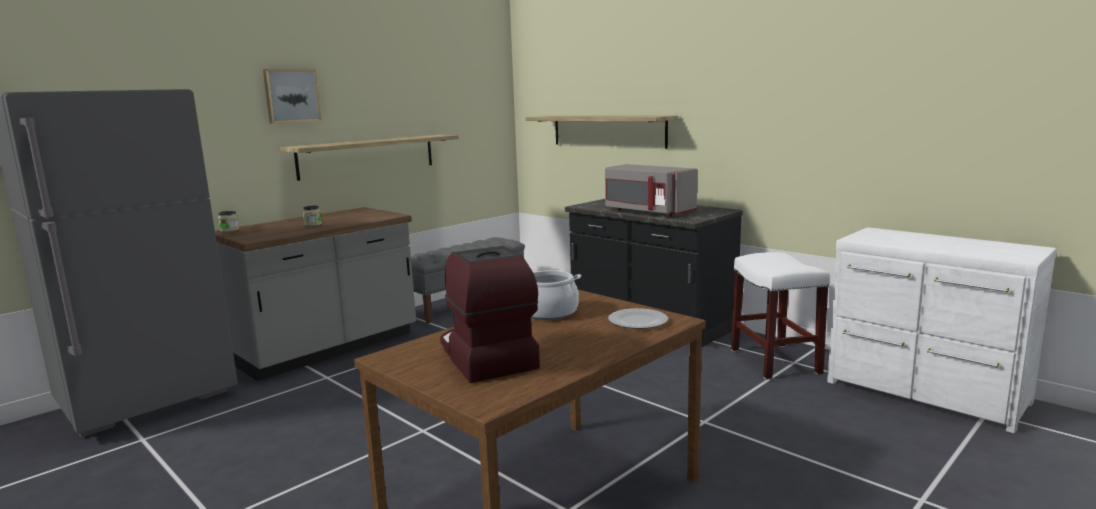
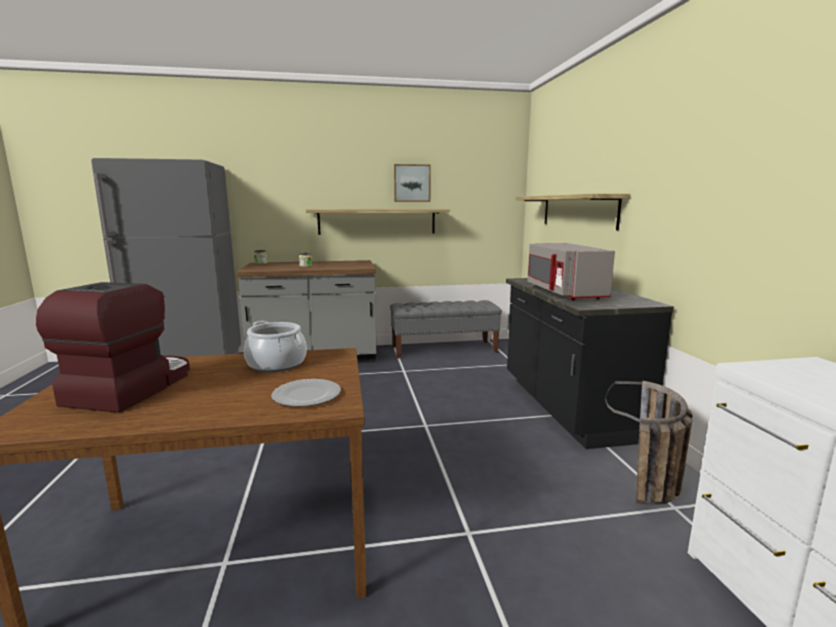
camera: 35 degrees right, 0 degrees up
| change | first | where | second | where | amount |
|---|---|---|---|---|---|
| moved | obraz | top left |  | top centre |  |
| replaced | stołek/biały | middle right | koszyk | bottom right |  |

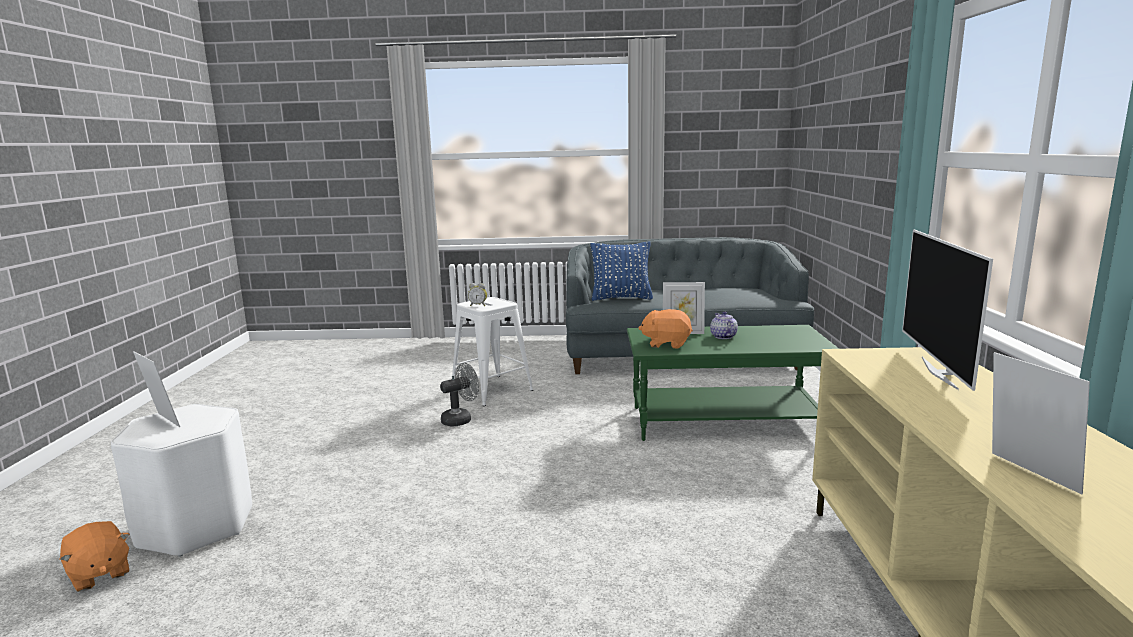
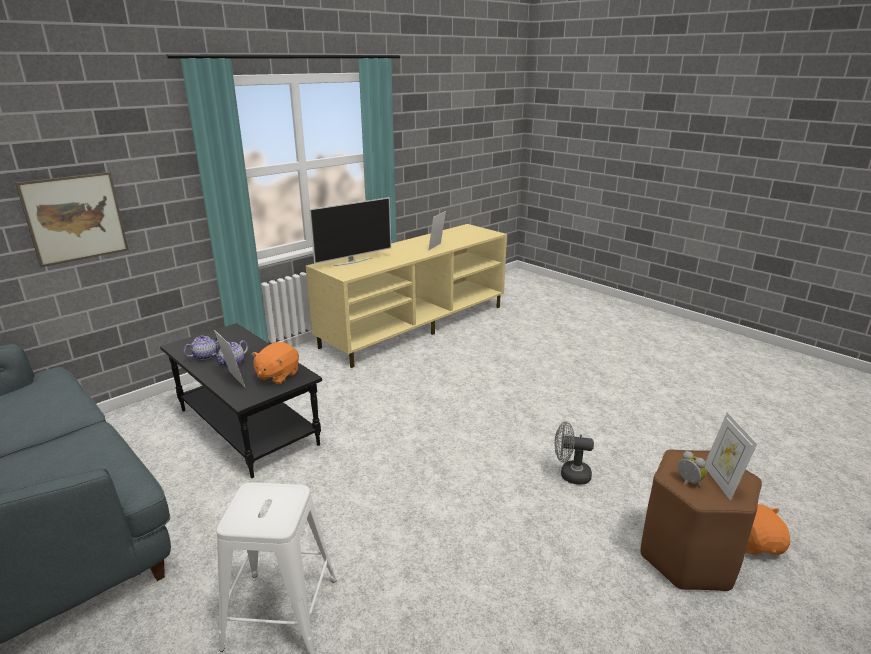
camera: 135 degrees left, 10 degrees up
| change | first | where | second | where | amount |
|---|---|---|---|---|---|
| removed | poduszka/niebieski | centre |  |  |  |
| moved | budzik | centre |  | bottom right |  |
| turned | pluszak/pomarańczowy (2nd from left in the first image) | centre | pluszak/pomarańczowy (1st from left) | middle left | 60 degrees clockwise |
| recoloured | ława/zielony | centre | ława/czarny | middle left |  |
| moved | wentylator/szary | centre |  | bottom centre |  |
| recoloured | stołek/biały (1st from left) | bottom left | stołek/brązowy | bottom right |  |
| added |  |  | obraz | middle left |  |
| added |  |  | imbryk (1st from left) | middle left |  |

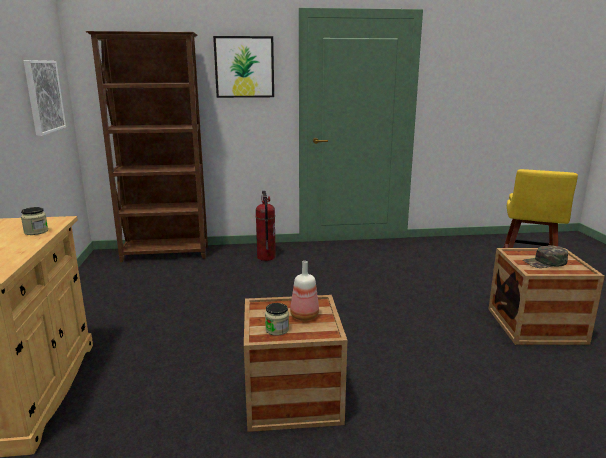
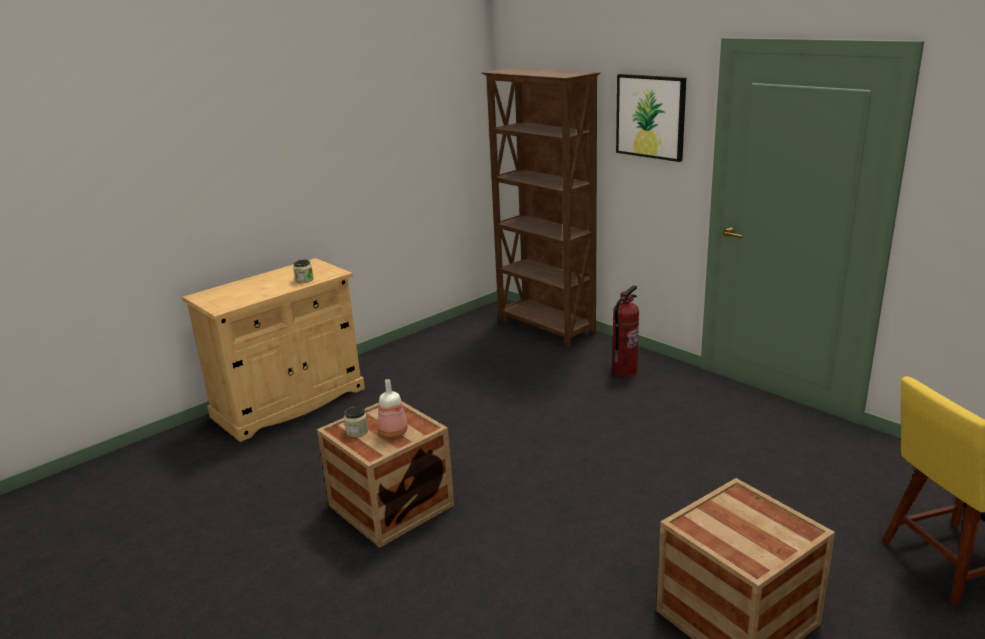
camera: 55 degrees right, 5 degrees up
| change | first | where | second | where | amount |
|---|---|---|---|---|---|
| removed | obraz (1st from left) | top left |  |  |  |
| removed | czapka z daszkiem/zielony | middle right |  |  |  |

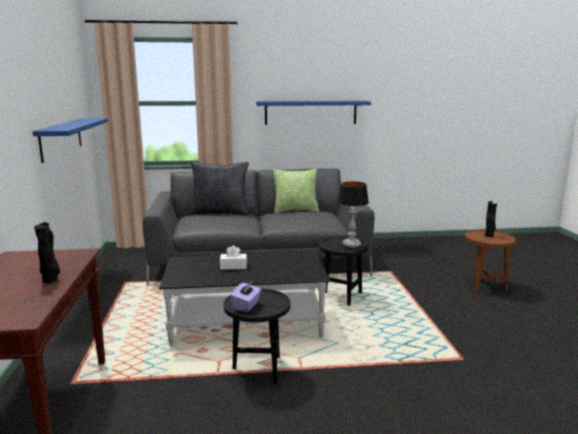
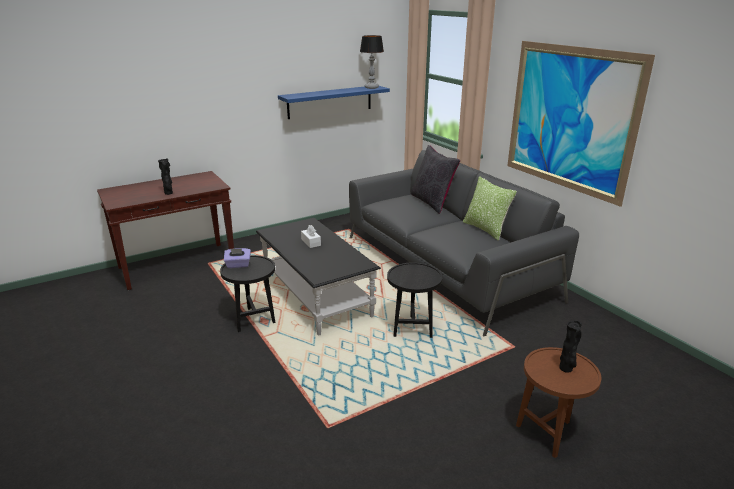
camera: 65 degrees right, 10 degrees up
| change | first | where | second | where | amount |
|---|---|---|---|---|---|
| replaced | półka/niebieski (2nd from left) | top centre | obraz | top right |  |
| moved | lampa stołowa | centre |  | top centre |  |

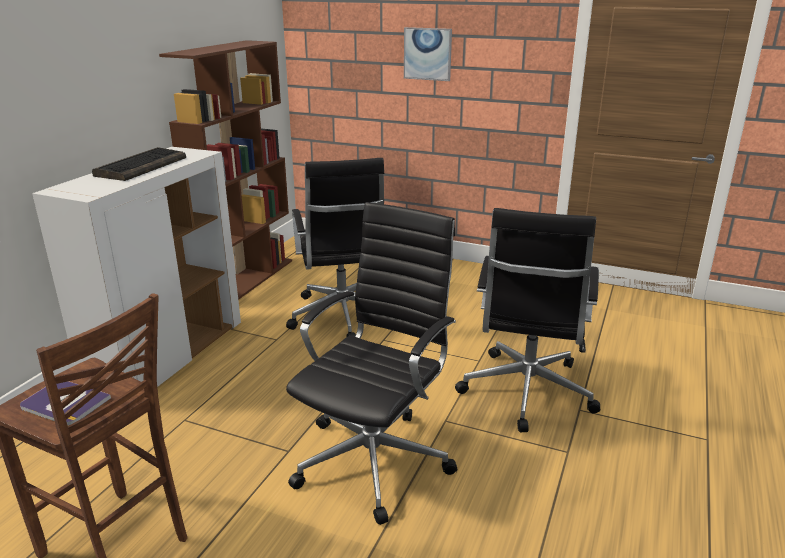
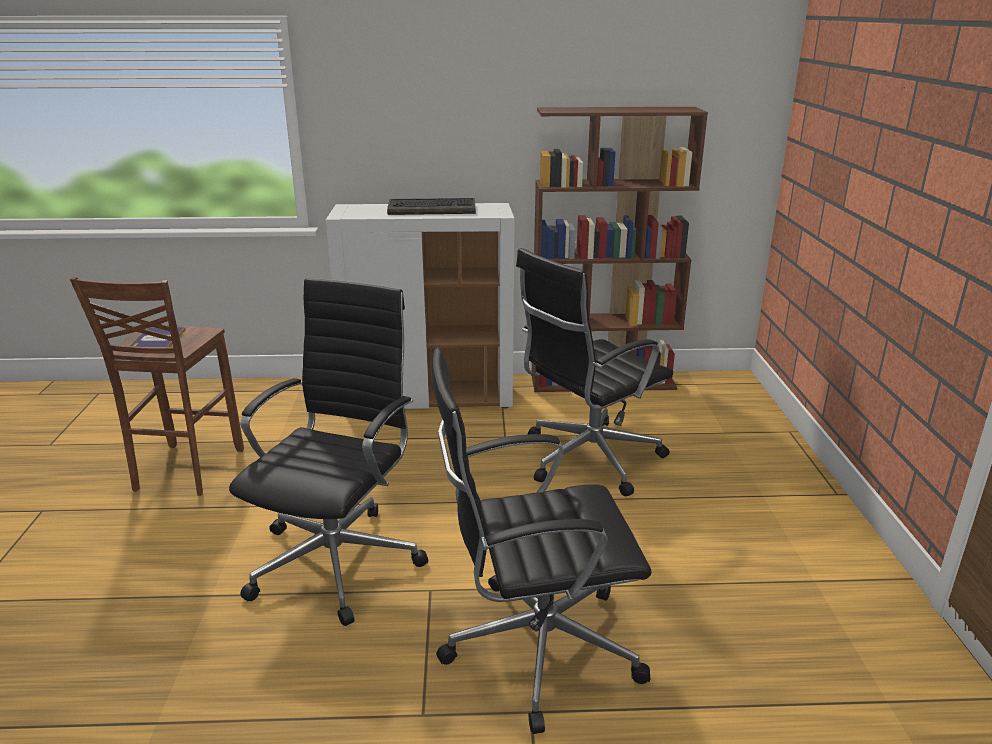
camera: 65 degrees right, 0 degrees up
| change | first | where | second | where | amount |
|---|---|---|---|---|---|
| removed | obraz | top centre |  |  |  |
| turned | krzesło biurowe/czarny (2nd from left in the first image) | centre | krzesło biurowe/czarny (1st from left) | middle left | 75 degrees counterclockwise |

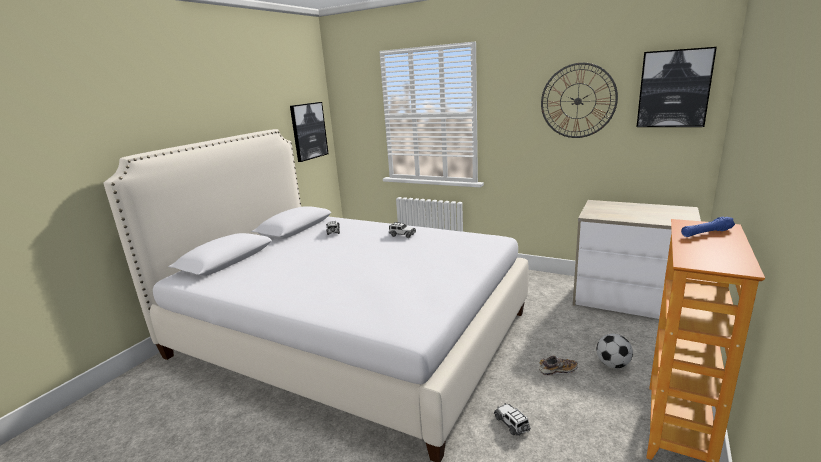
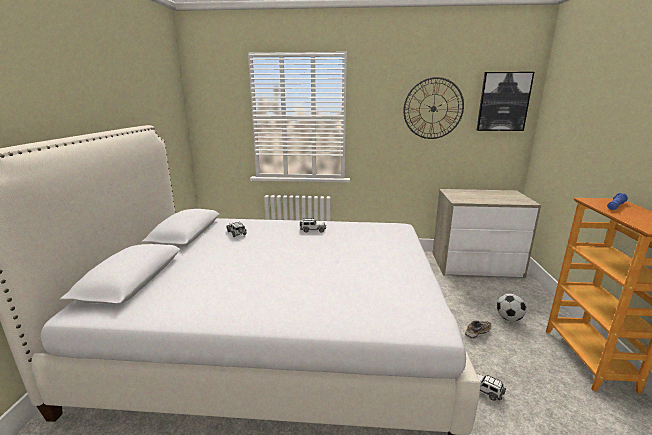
camera: 25 degrees left, 0 degrees up
| change | first | where | second | where | amount |
|---|---|---|---|---|---|
| removed | obraz (1st from left) | top centre |  |  |  |

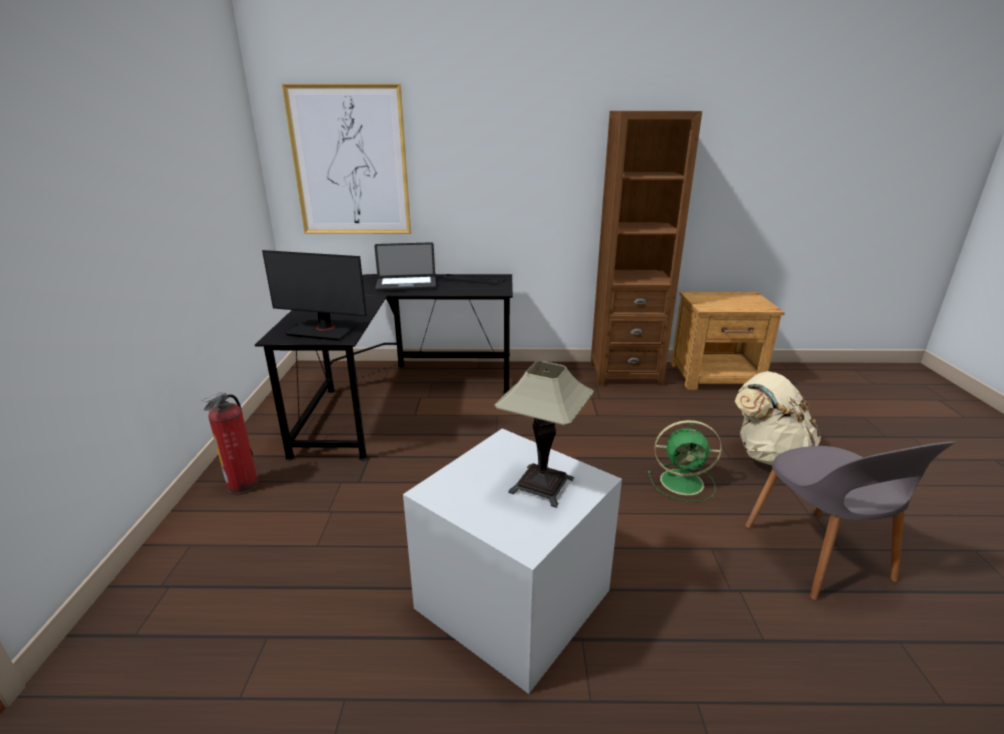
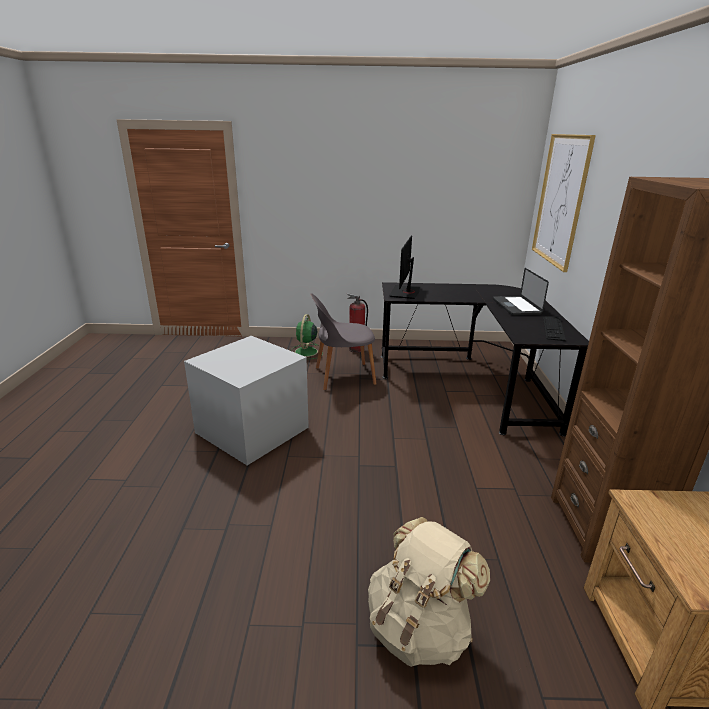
camera: 90 degrees right, 0 degrees up
| change | first | where | second | where | amount |
|---|---|---|---|---|---|
| removed | lampa stołowa | centre |  |  |  |
| moved | wentylator/zielony | middle right |  | centre |  |
| moved | krzesło/szary | bottom right |  | centre |  |

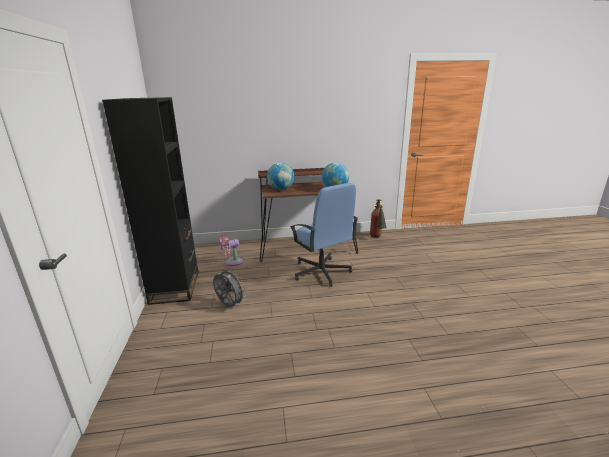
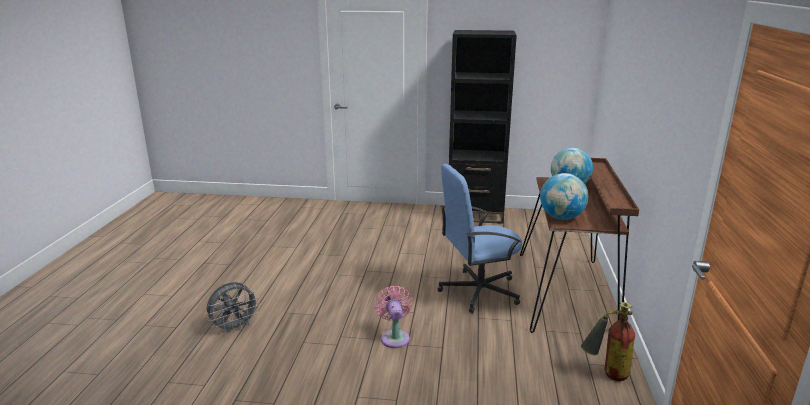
camera: 105 degrees right, 0 degrees up
| change | first | where | second | where | amount |
|---|---|---|---|---|---|
| moved | wentylator/różowy | centre |  | bottom centre |  |
| moved | wentylator/szary | centre |  | bottom left |  |

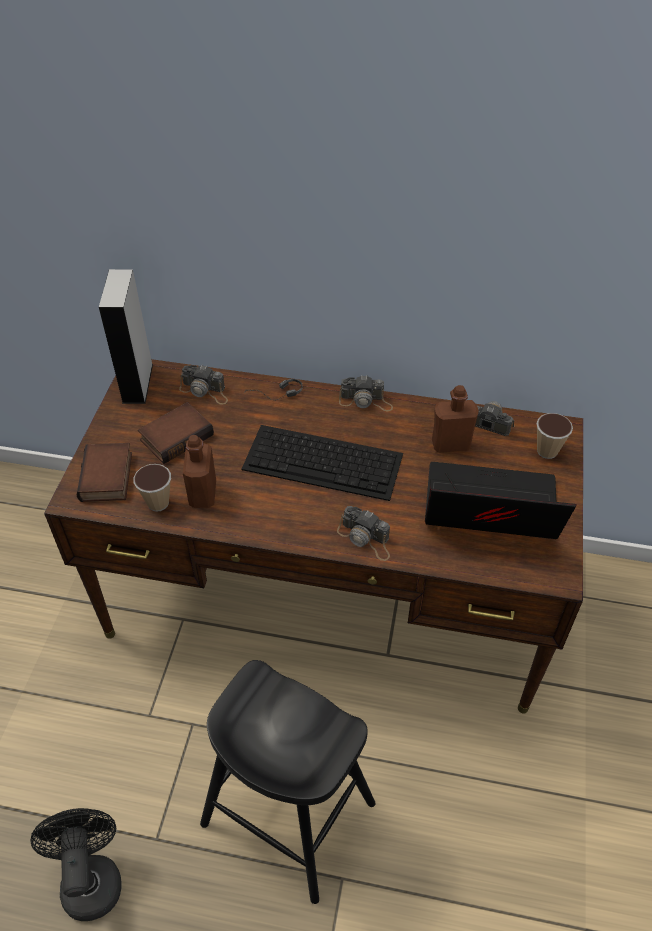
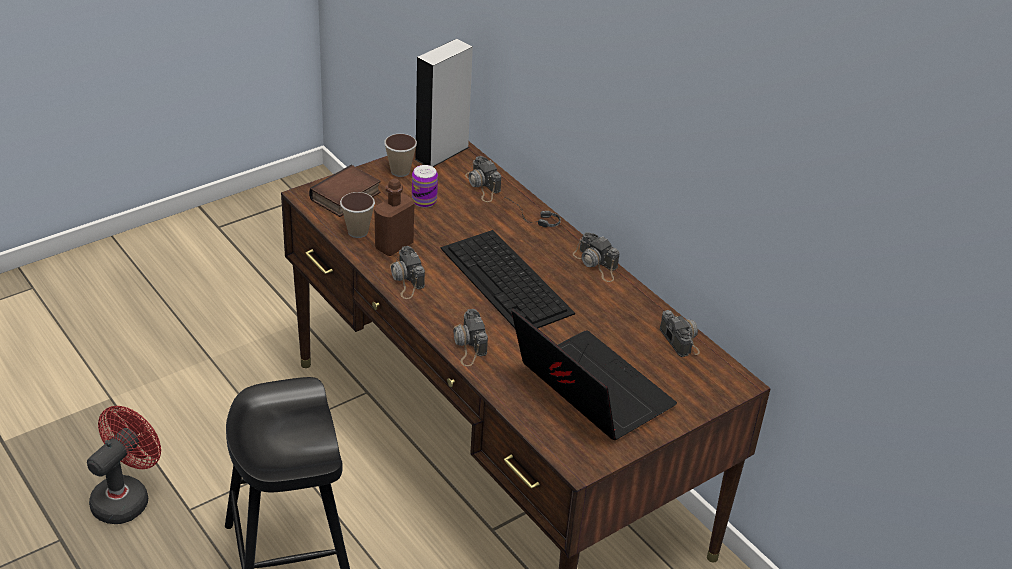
camera: 40 degrees right, 10 degrees down
| change | first | where | second | where | amount |
|---|---|---|---|---|---|
| removed | butelka/brązowy (2nd from left) | middle right |  |  |  |
| replaced | książka (2nd from left) | middle left | puszka | top centre |  |
| moved | filiżanka (2nd from left) | middle right |  | top centre |  |
| recoloured | wentylator/czarny | bottom left | wentylator/czerwony | bottom left |  |
| added |  |  | aparat fotograficzny (1st from left) | centre |  |

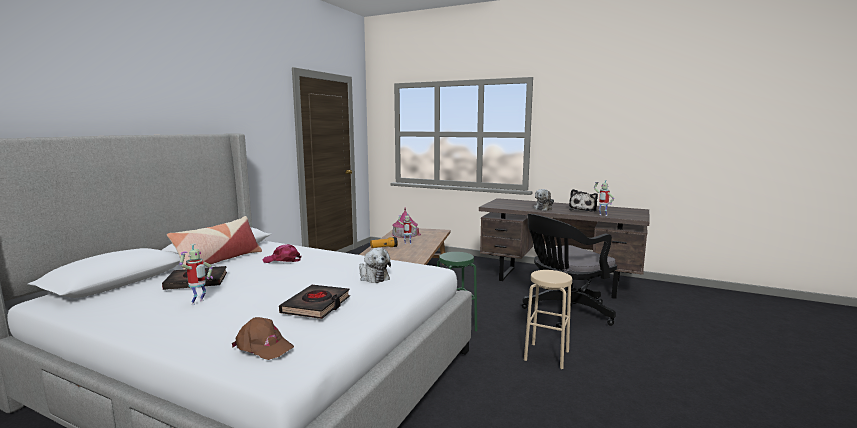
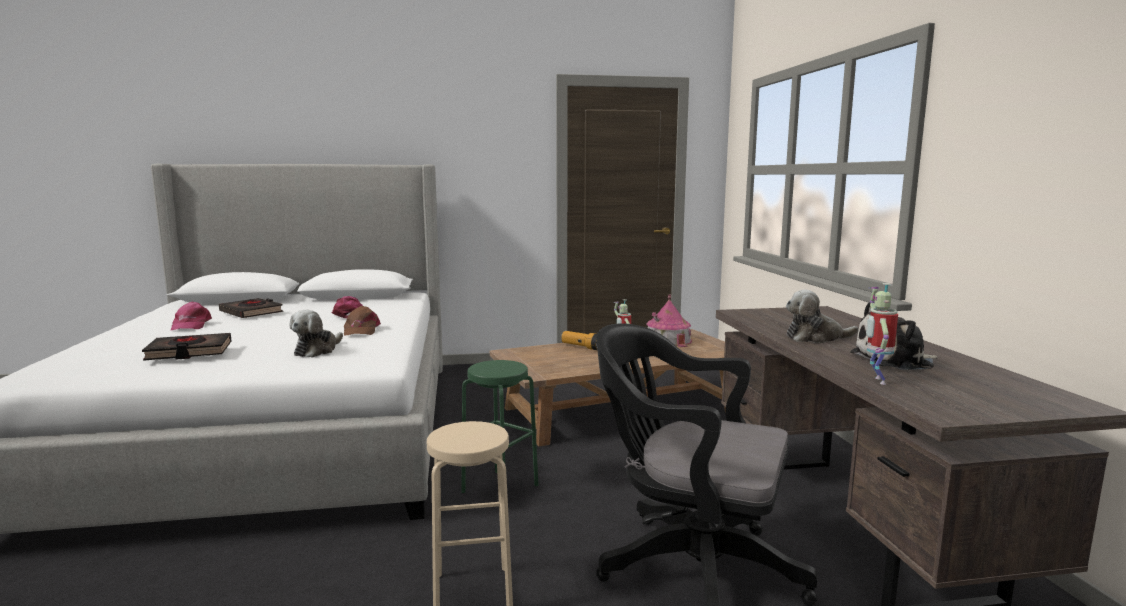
camera: 55 degrees right, 0 degrees up
| change | first | where | second | where | amount |
|---|---|---|---|---|---|
| removed | poduszka | middle left |  |  |  |
| replaced | robot zabawkowy (1st from left) | middle left | czapka z daszkiem/różowy (1st from left) | middle left |  |
| moved | czapka z daszkiem/brązowy | bottom left |  | middle left |  |

